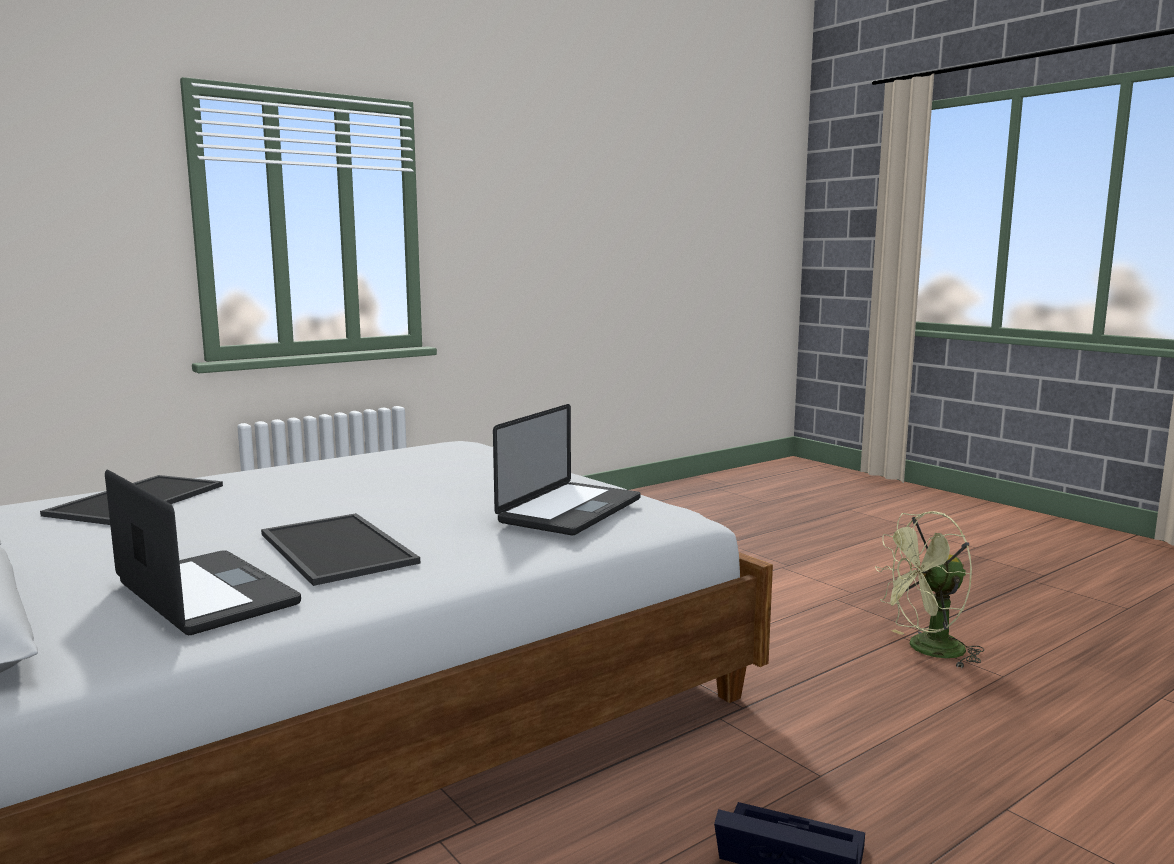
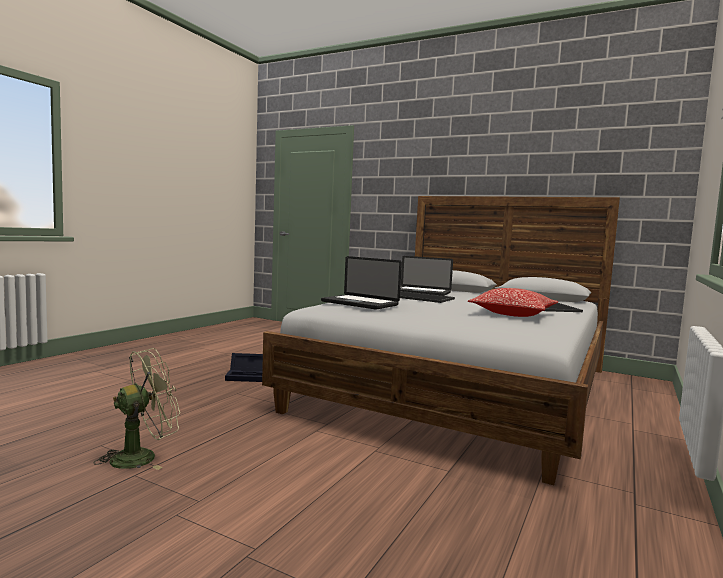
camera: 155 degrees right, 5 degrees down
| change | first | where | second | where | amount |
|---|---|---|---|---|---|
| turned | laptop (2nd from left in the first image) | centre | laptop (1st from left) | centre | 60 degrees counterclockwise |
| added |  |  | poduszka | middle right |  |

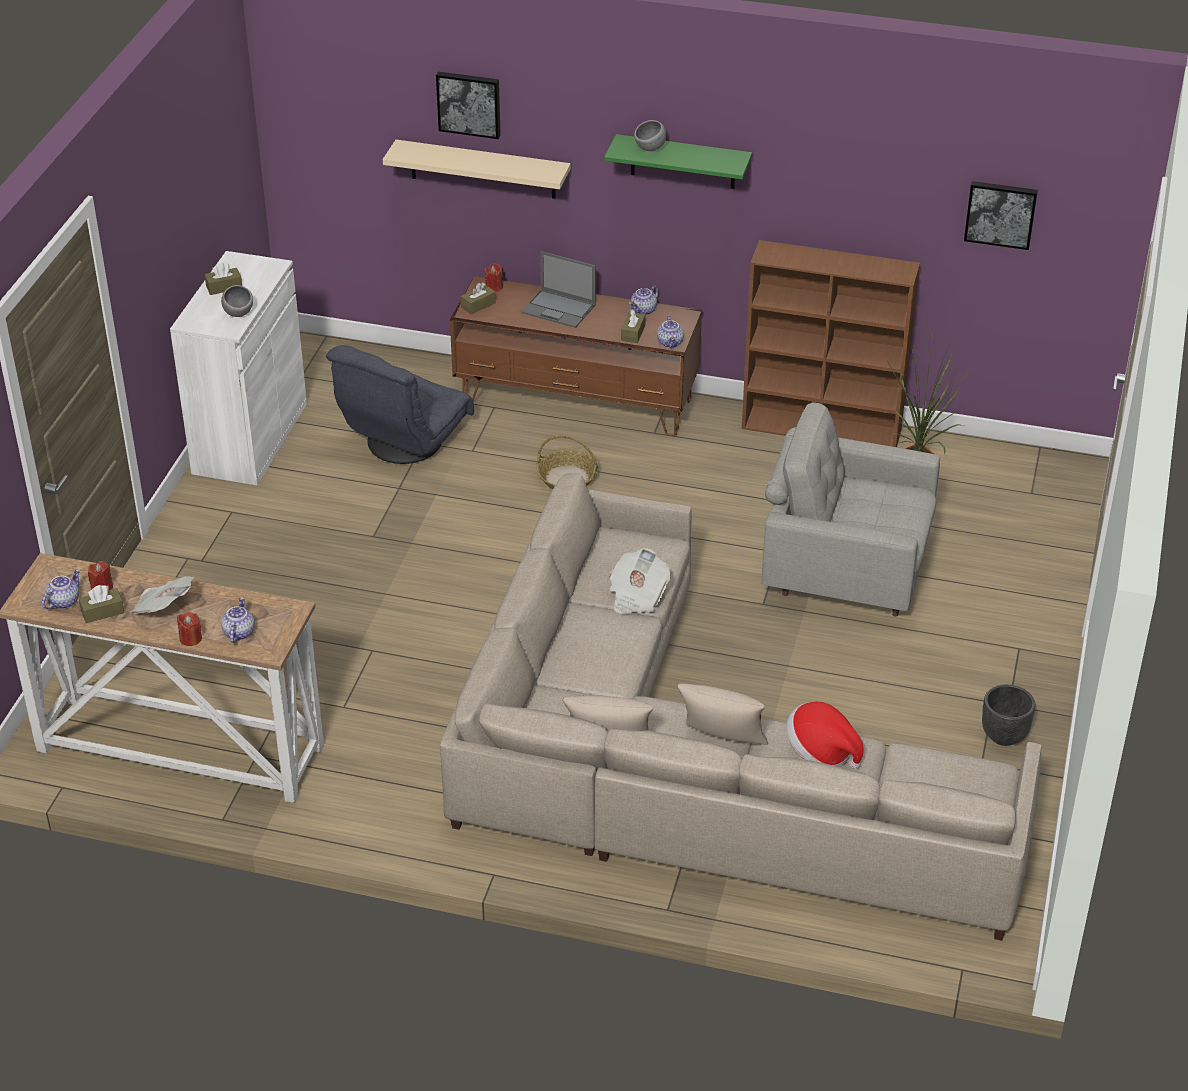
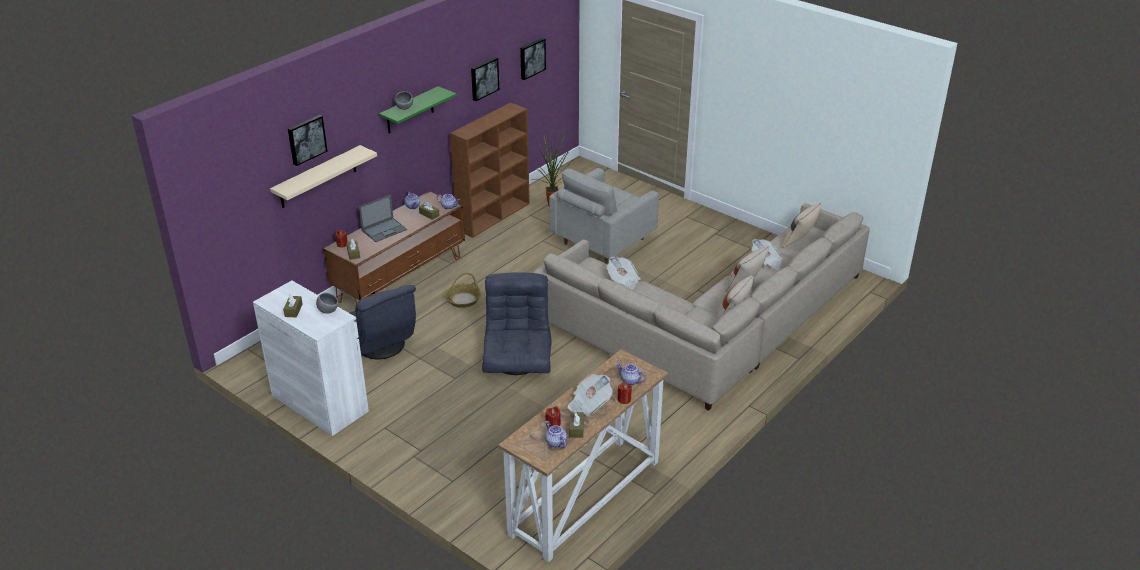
camera: 65 degrees left, 5 degrees down
| change | first | where | second | where | amount |
|---|---|---|---|---|---|
| removed | donica/czarny | middle right |  |  |  |
| replaced | kapelusz | bottom right | gazeta (3rd from left) | middle right |  |
| added |  |  | obraz (2nd from left) | top centre |  |
| added |  |  | poduszka/beżowy (3rd from left) | middle right |  |
| added |  |  | fotel/szary (2nd from left) | centre |  |

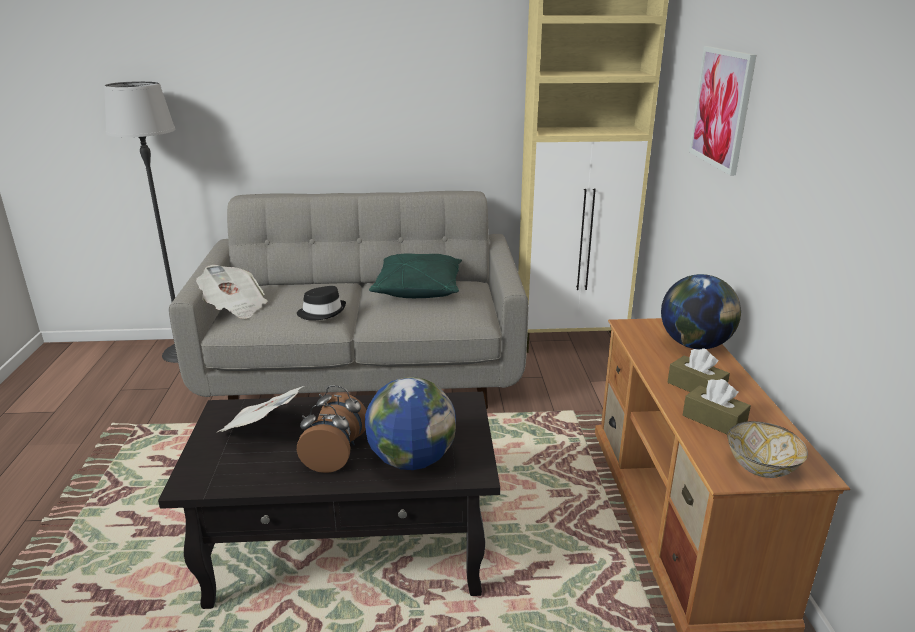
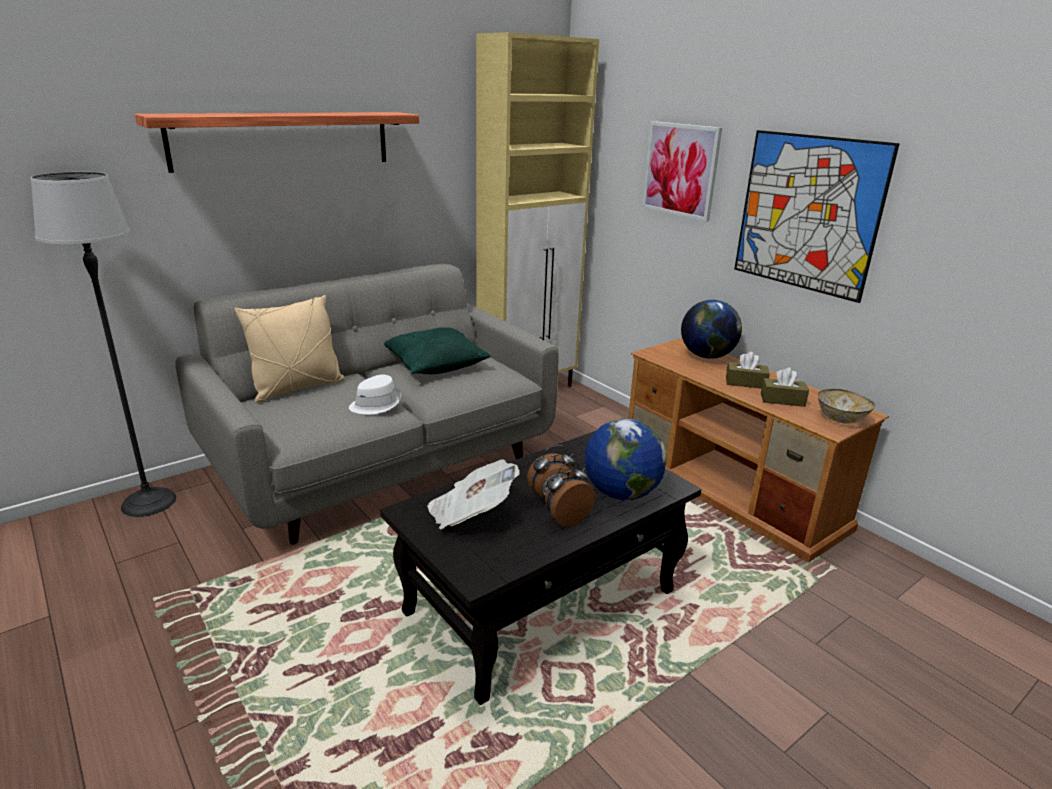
camera: 35 degrees left, 0 degrees up
| change | first | where | second | where | amount |
|---|---|---|---|---|---|
| removed | gazeta (1st from left) | middle left |  |  |  |
| recoloured | kapelusz/czarny | centre | kapelusz/biały | centre |  |
| added |  |  | półka | top left |  |
| added |  |  | obraz (2nd from left) | top right |  |
| added |  |  | poduszka/beżowy | middle left |  |

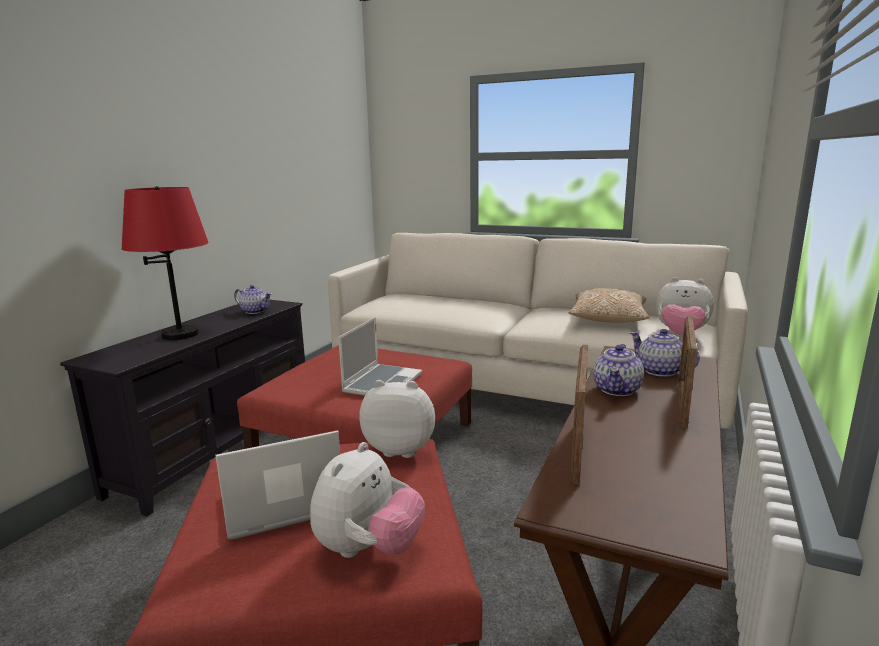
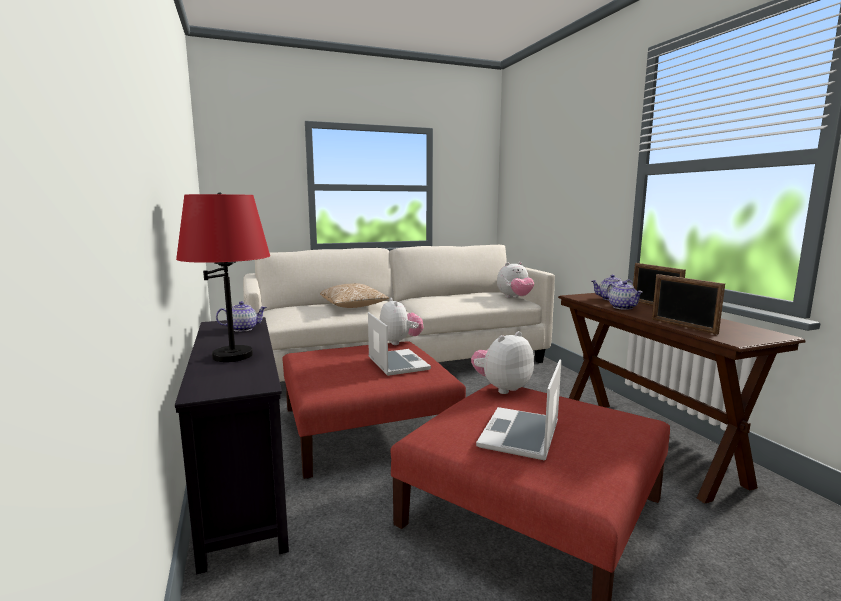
camera: 45 degrees left, 5 degrees down
| change | first | where | second | where | amount |
|---|---|---|---|---|---|
| moved | poduszka | middle right |  | centre |  |
| moved | pluszak (1st from left) | bottom centre |  | centre |  |

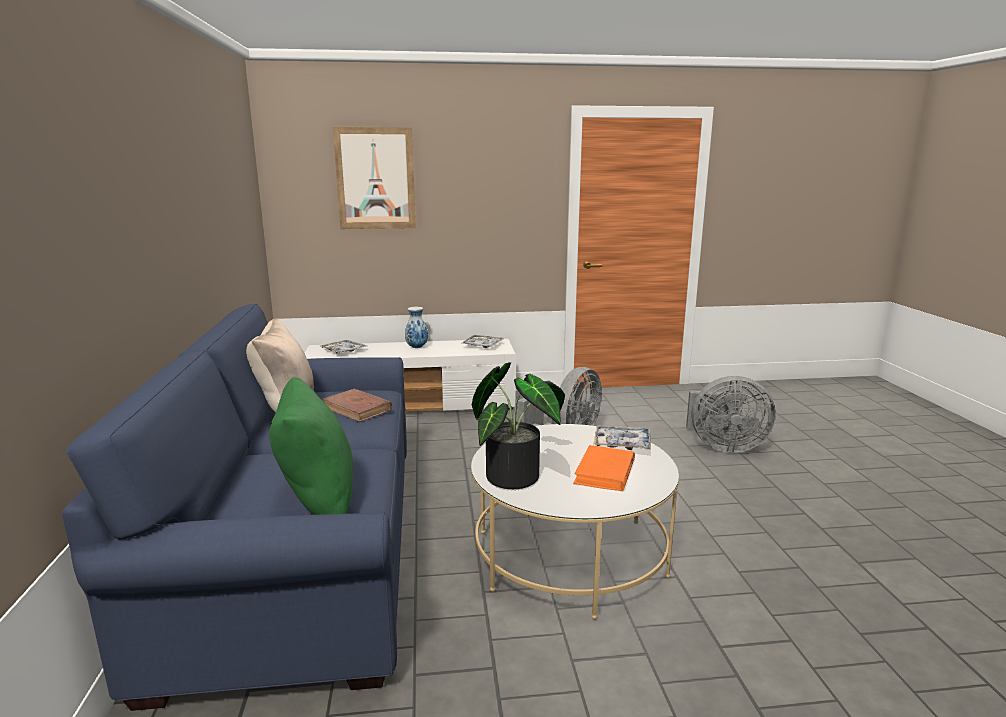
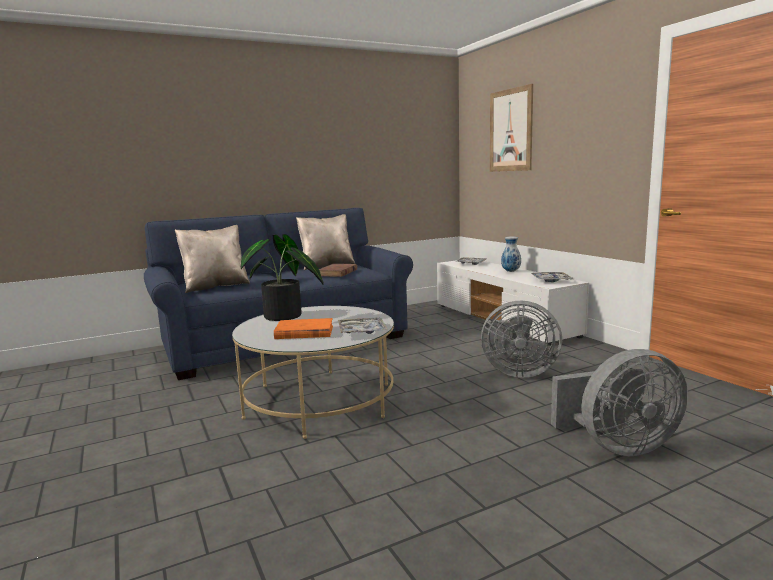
camera: 70 degrees right, 5 degrees down
| change | first | where | second | where | amount |
|---|---|---|---|---|---|
| turned | wentylator/szary (2nd from left) | middle right |  | bottom right | 90 degrees counterclockwise |
| recoloured | poduszka/zielony | middle left | poduszka/beżowy (1st from left) | middle left |  |

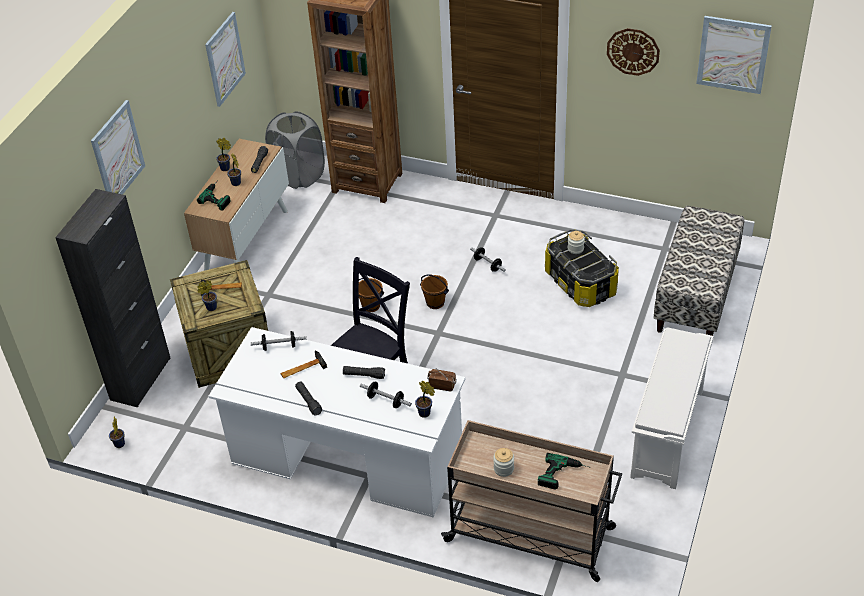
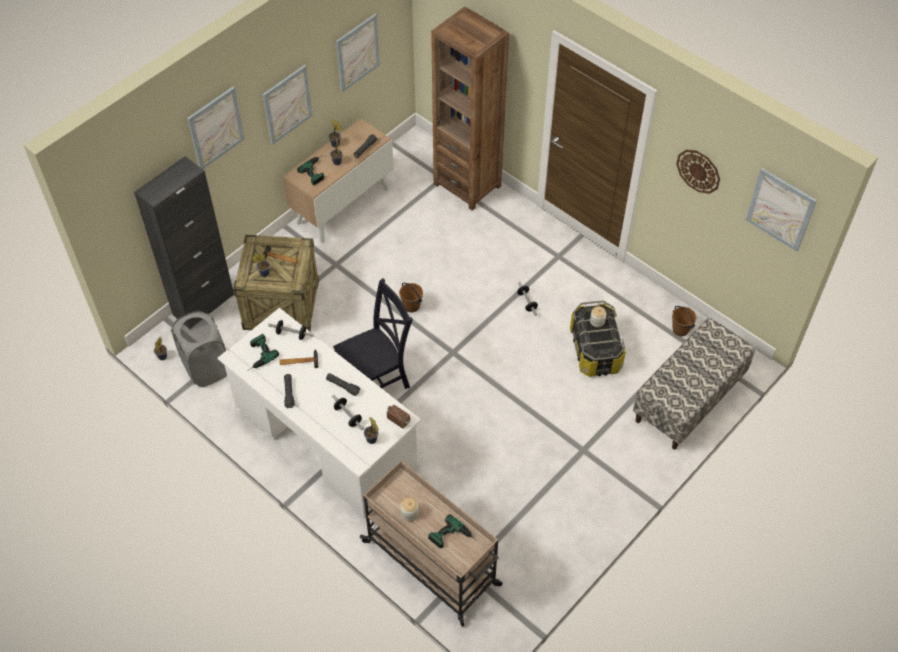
camera: 20 degrees right, 10 degrees up
| change | first | where | second | where | amount |
|---|---|---|---|---|---|
| moved | kosz na pranie/szary | top centre |  | middle left |  |
| moved | wiadro/brązowy (2nd from left) | centre |  | middle right |  |
| removed | regał na buty/biały | bottom right |  |  |  |
| added |  |  | obraz (2nd from left) | top left |  |
| added |  |  | wiertarka (1st from left) | middle left |  |

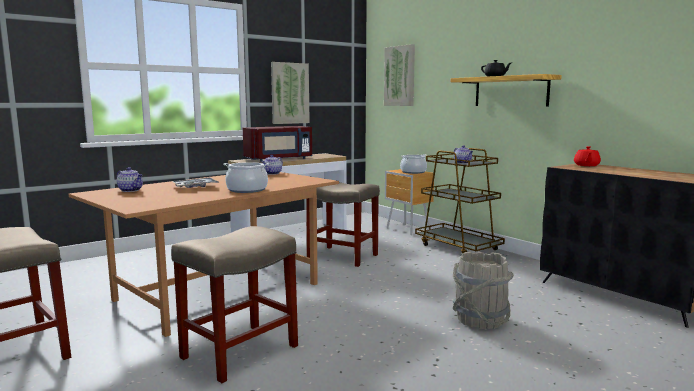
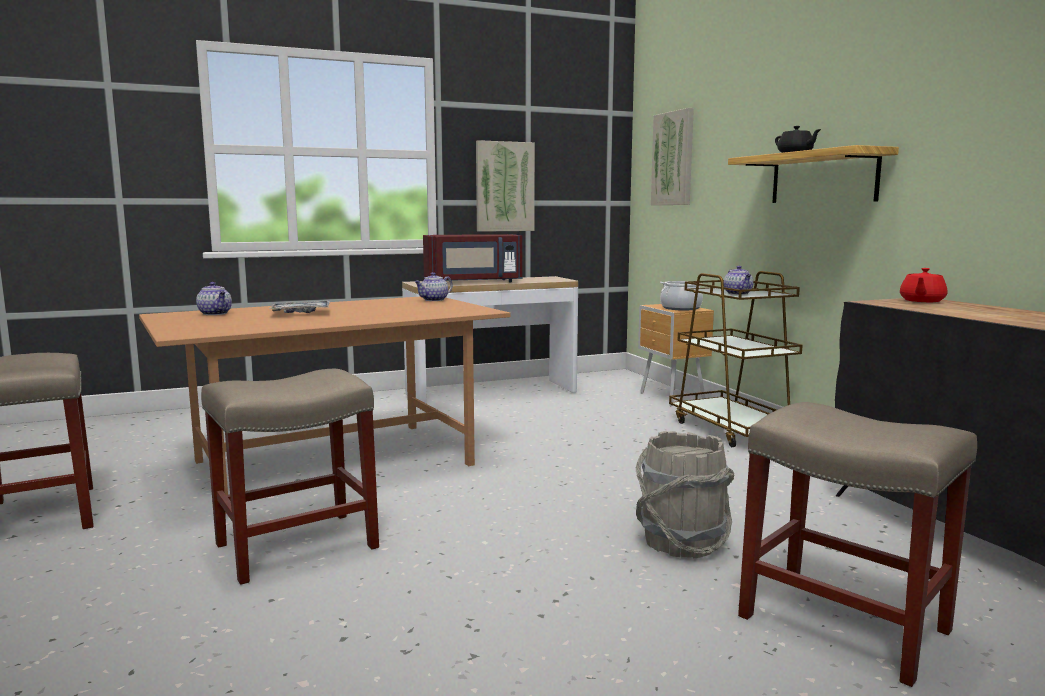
camera: 15 degrees right, 0 degrees up
| change | first | where | second | where | amount |
|---|---|---|---|---|---|
| removed | garnek (1st from left) | centre |  |  |  |
| moved | stołek/beżowy (3rd from left) | centre |  | bottom right |  |

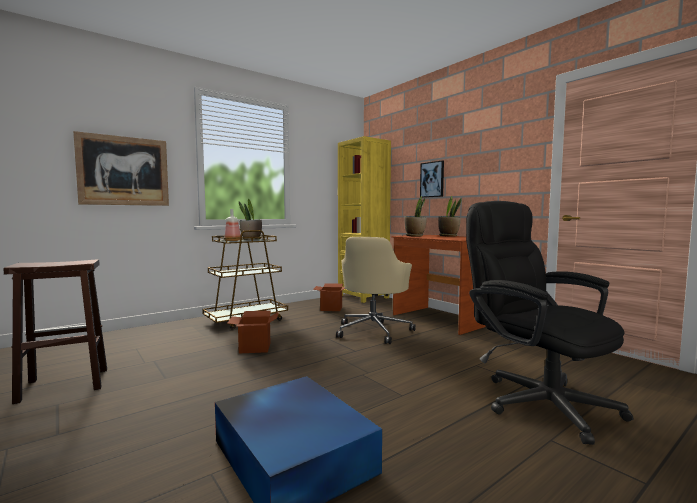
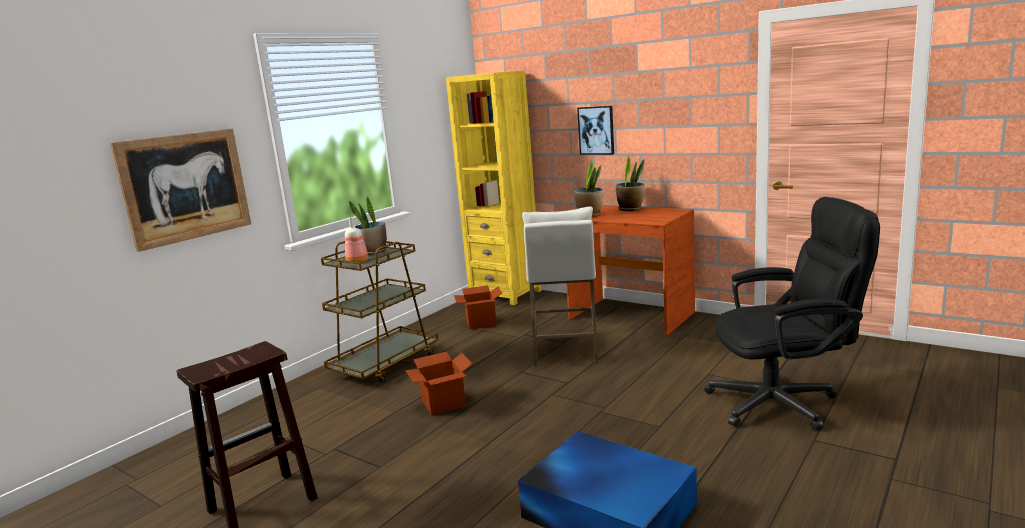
camera: 15 degrees left, 10 degrees up
| change | first | where | second | where | amount |
|---|---|---|---|---|---|
| turned | krzesło biurowe/czarny | middle right |  | middle right | 135 degrees clockwise |
| replaced | krzesło biurowe/beżowy | centre | stołek/biały | centre |  |

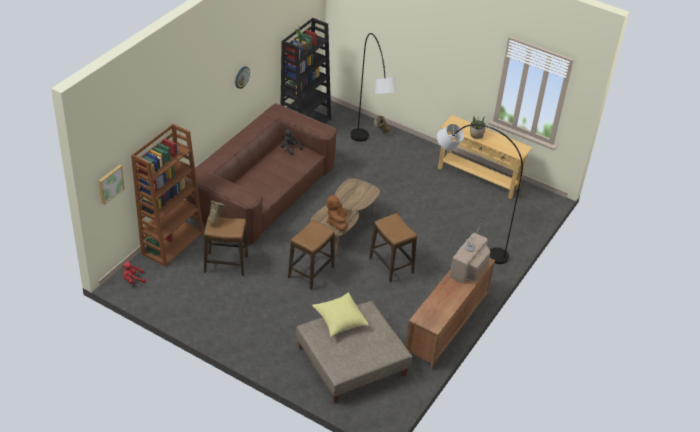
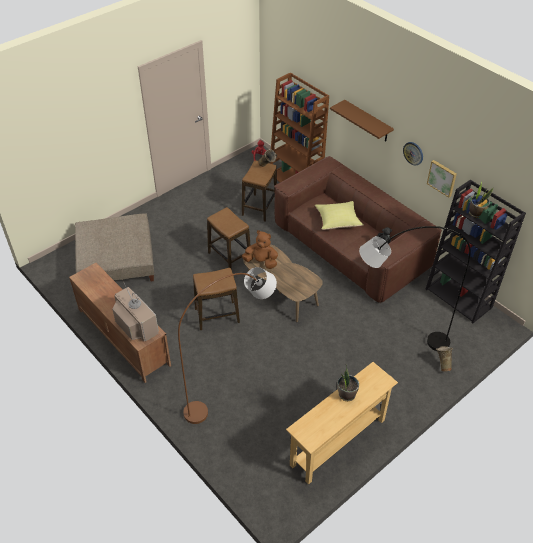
camera: 110 degrees right, 5 degrees up
| change | first | where | second | where | amount |
|---|---|---|---|---|---|
| recoloured | lampa stojąca/szary (2nd from left) | middle right | lampa stojąca/brązowy | centre |  |
| moved | obraz | middle left |  | top right |  |
| moved | poduszka/żółty | bottom centre |  | centre |  |
| added |  |  | półka/brązowy | top right |  |

